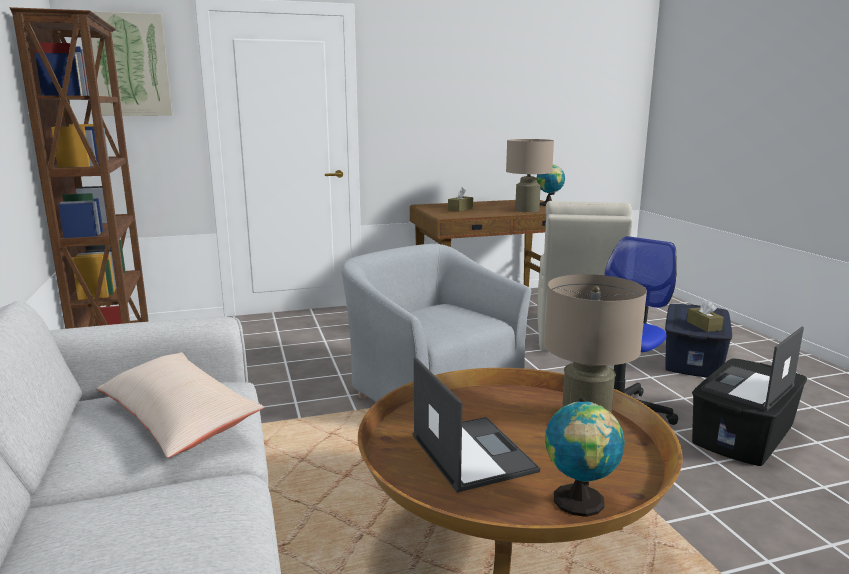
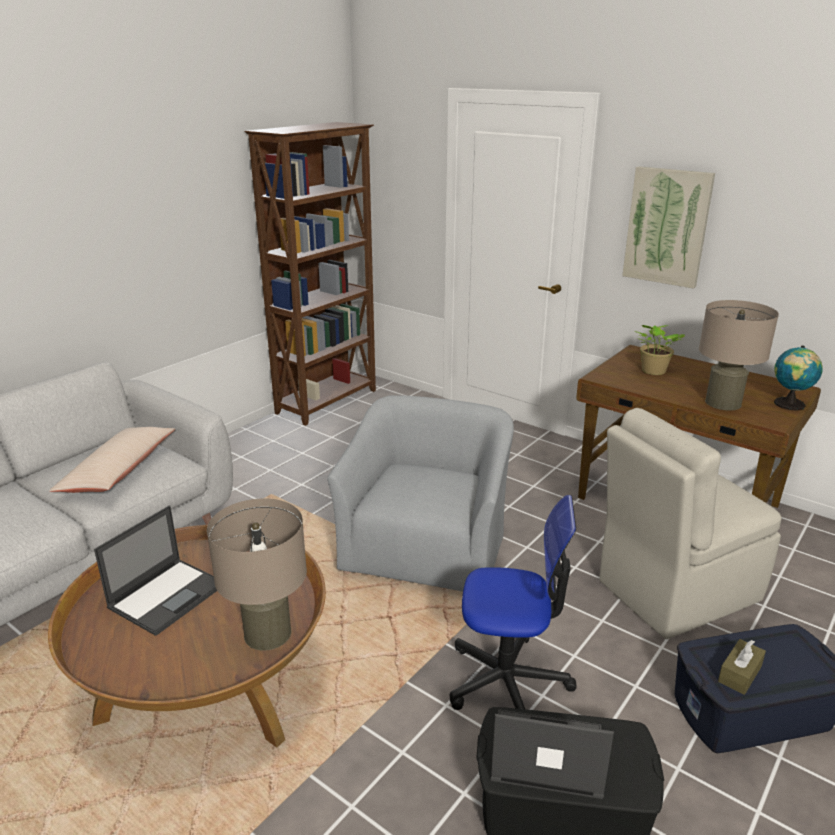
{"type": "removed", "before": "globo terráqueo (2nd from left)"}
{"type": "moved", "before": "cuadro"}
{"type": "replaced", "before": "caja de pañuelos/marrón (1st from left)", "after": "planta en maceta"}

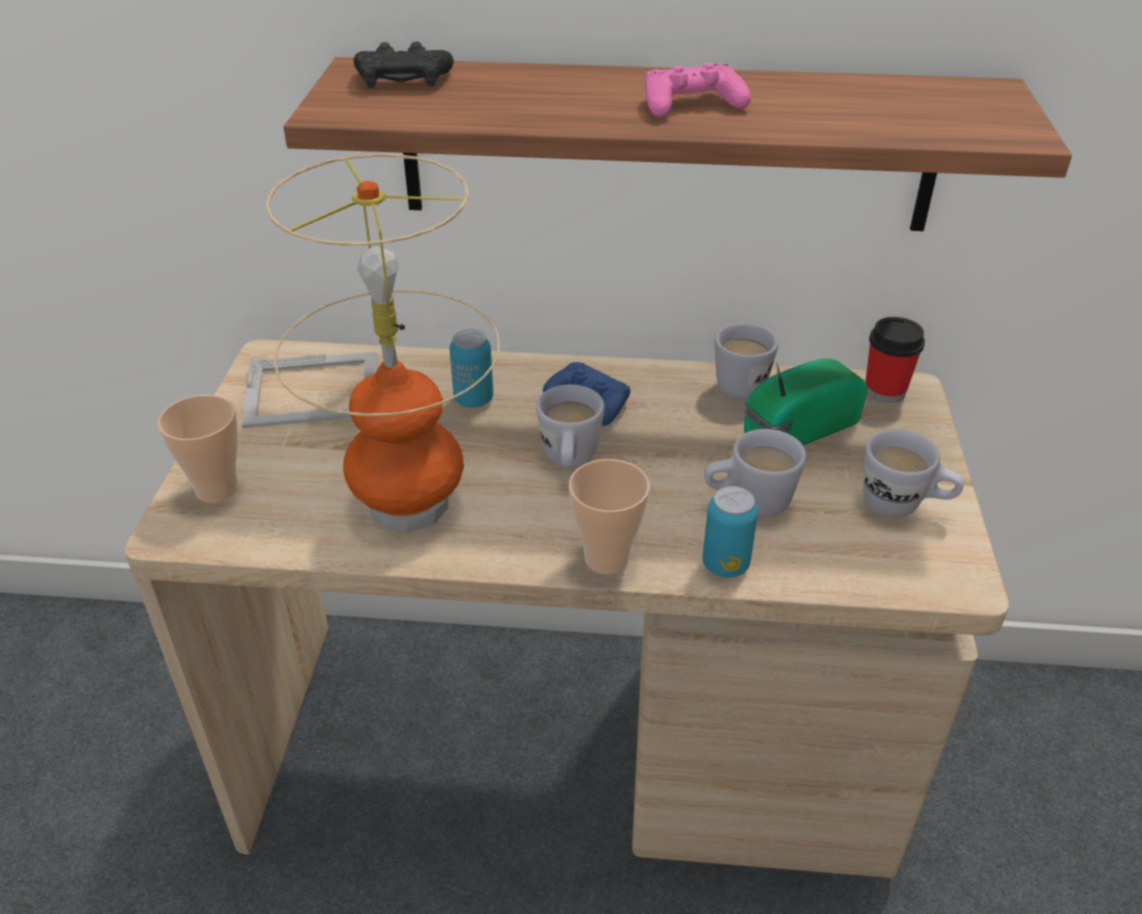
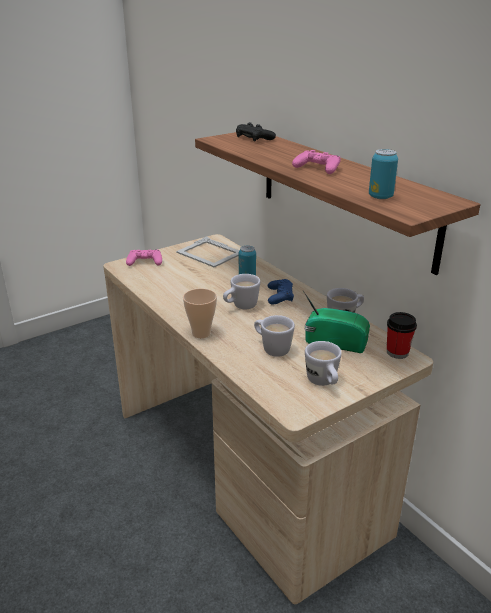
{"type": "removed", "before": "lámpara de mesa"}
{"type": "moved", "before": "lata (2nd from left)"}
{"type": "replaced", "before": "taza (1st from left)", "after": "mando de consola/rosa (1st from left)"}

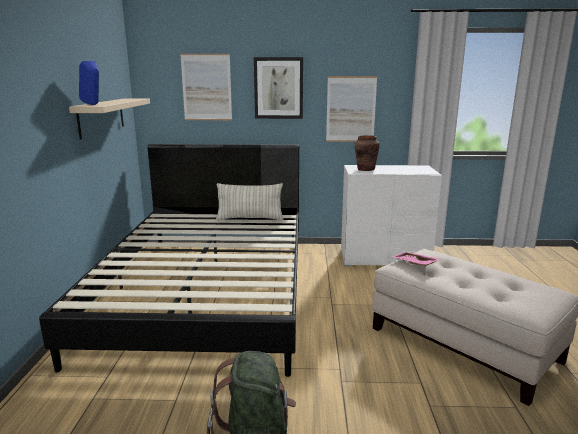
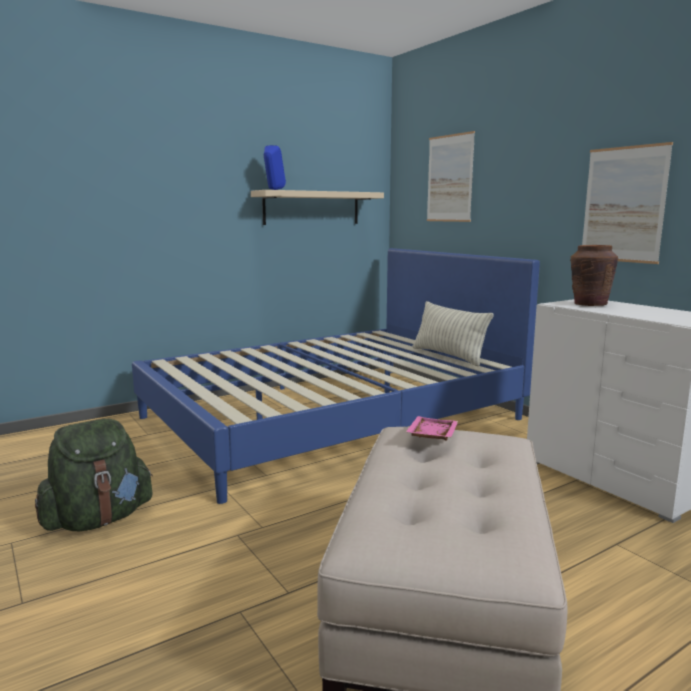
{"type": "removed", "before": "cuadro (2nd from left)"}
{"type": "recoloured", "before": "cama/negro", "after": "cama/azul"}

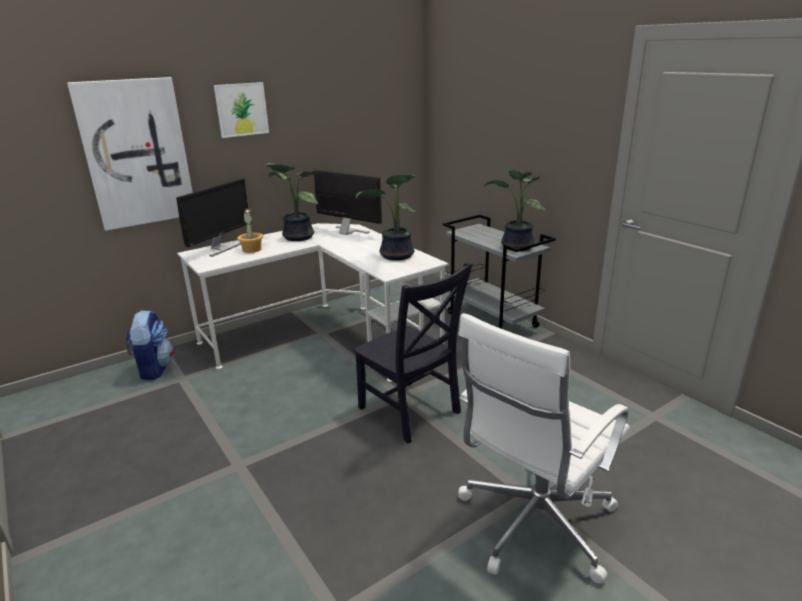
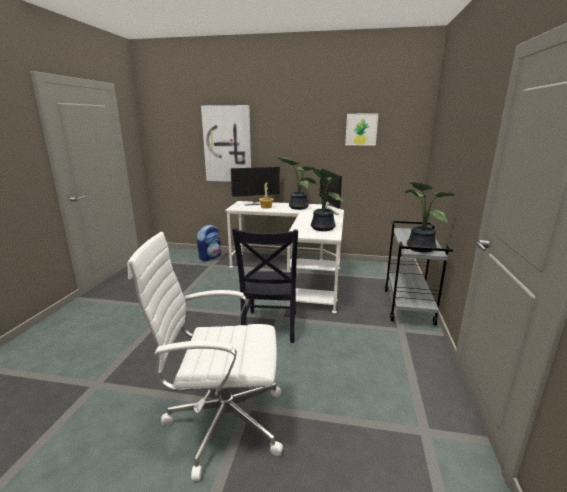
{"type": "moved", "before": "cuadro (2nd from left)"}

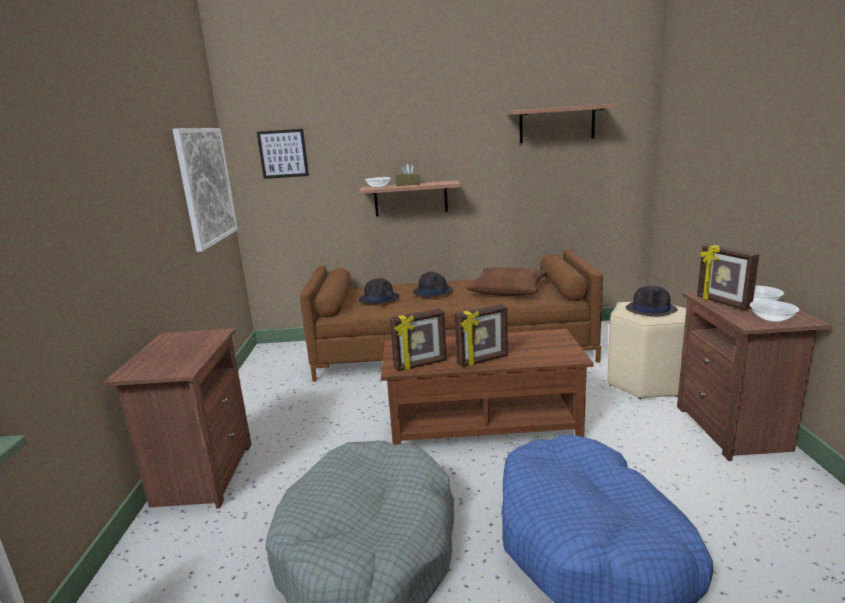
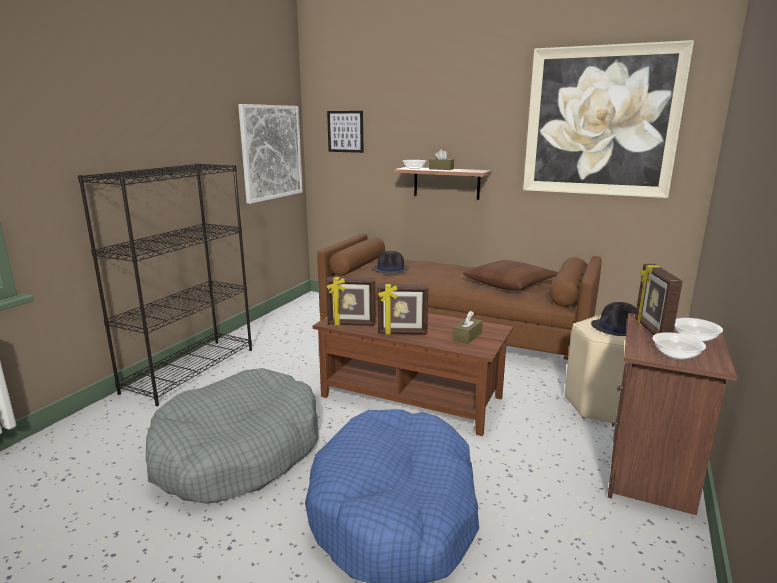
{"type": "removed", "before": "sombrero/negro (2nd from left)"}
{"type": "added", "after": "caja de pañuelos/marrón (2nd from left)"}
{"type": "replaced", "before": "mesita de noche/marrón (1st from left)", "after": "estantería/negro"}
{"type": "replaced", "before": "estante (2nd from left)", "after": "cuadro (3rd from left)"}

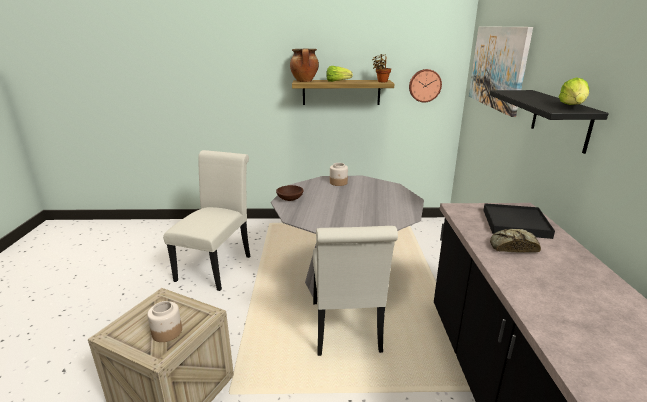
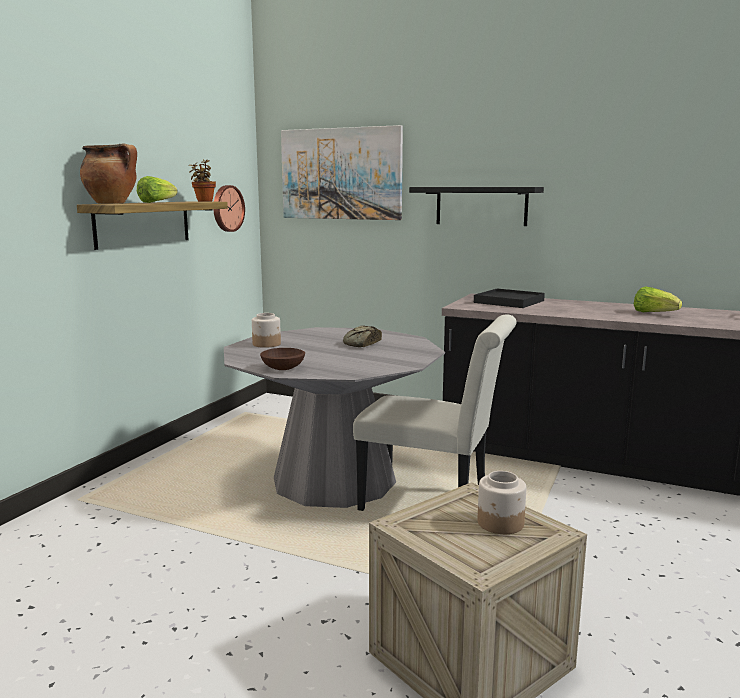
{"type": "removed", "before": "silla/blanco (1st from left)"}
{"type": "moved", "before": "pan"}
{"type": "moved", "before": "lechuga (2nd from left)"}

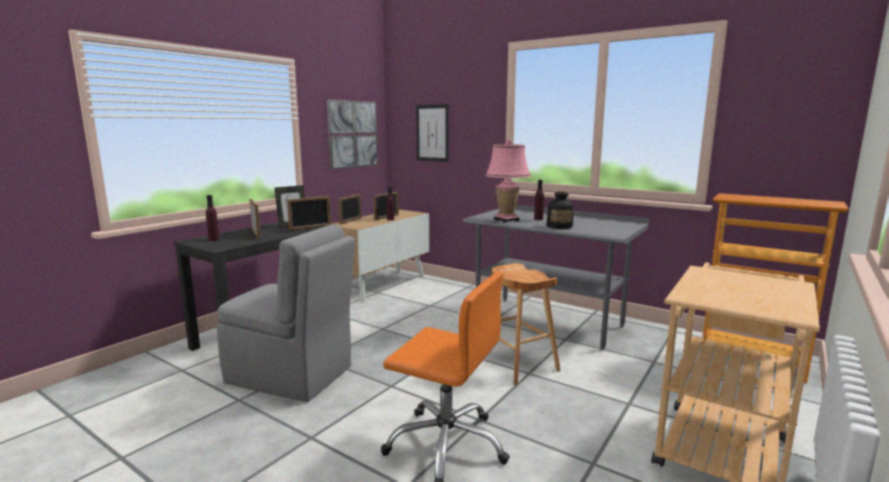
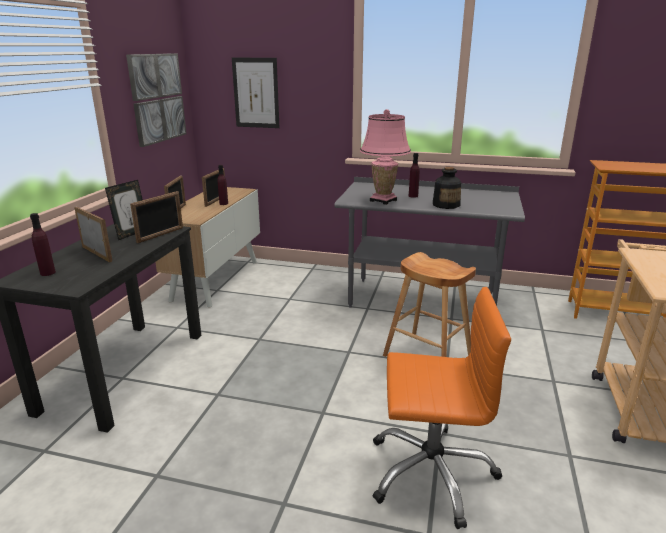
{"type": "removed", "before": "silla/gris"}

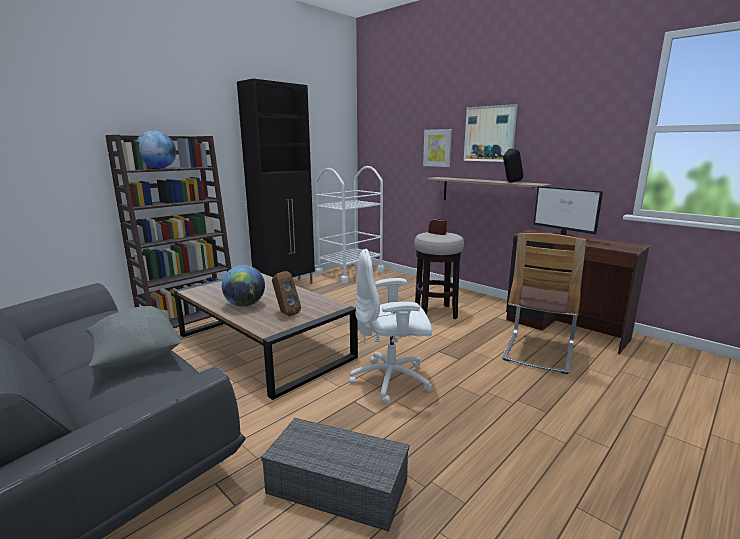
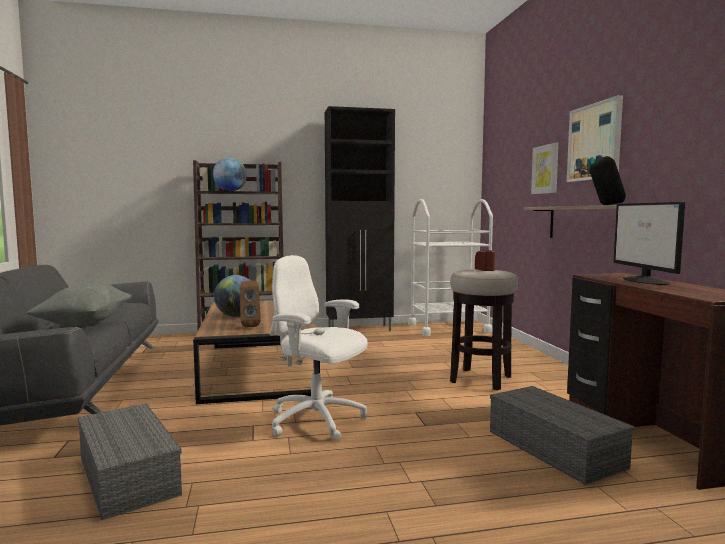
{"type": "replaced", "before": "silla", "after": "caja de almacenaje/gris (2nd from left)"}

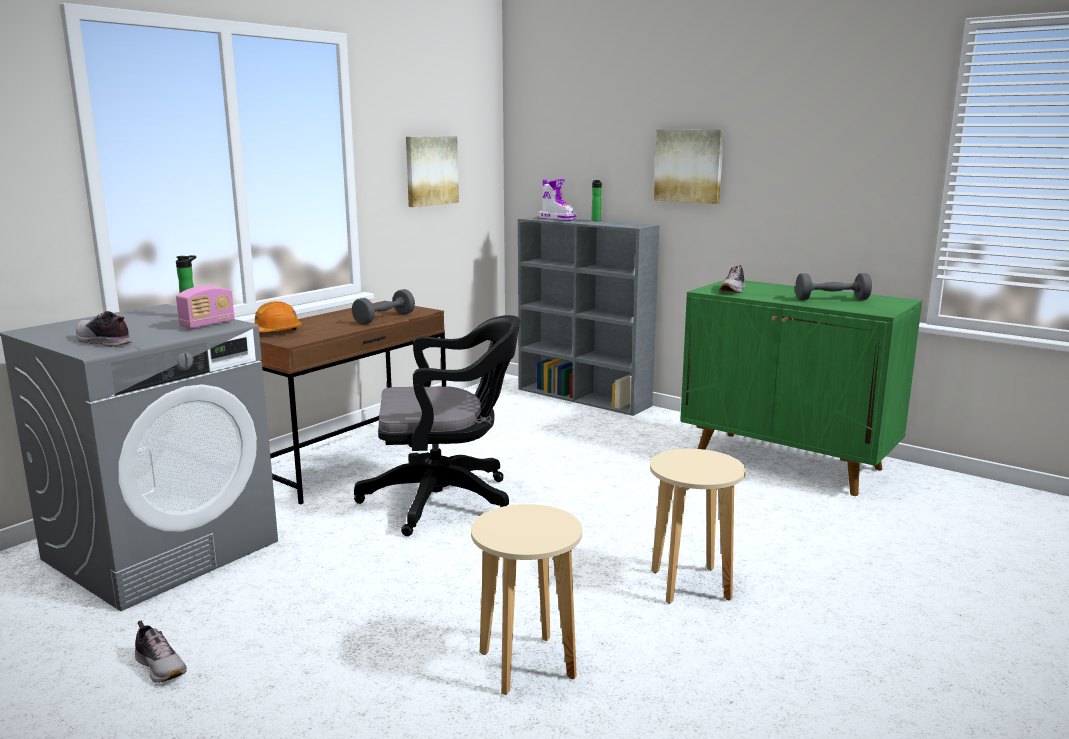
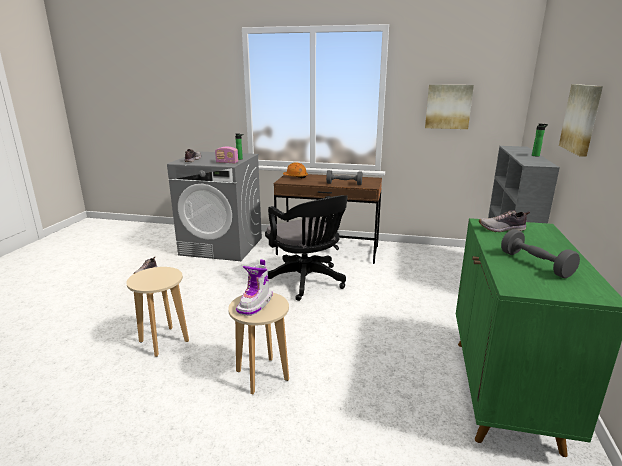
{"type": "moved", "before": "bota"}

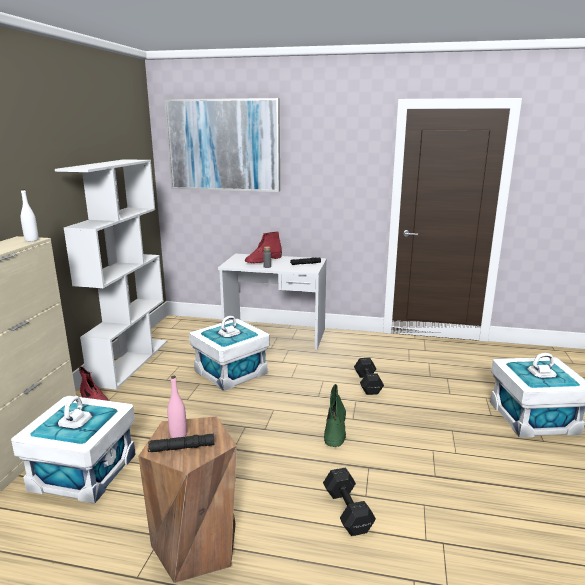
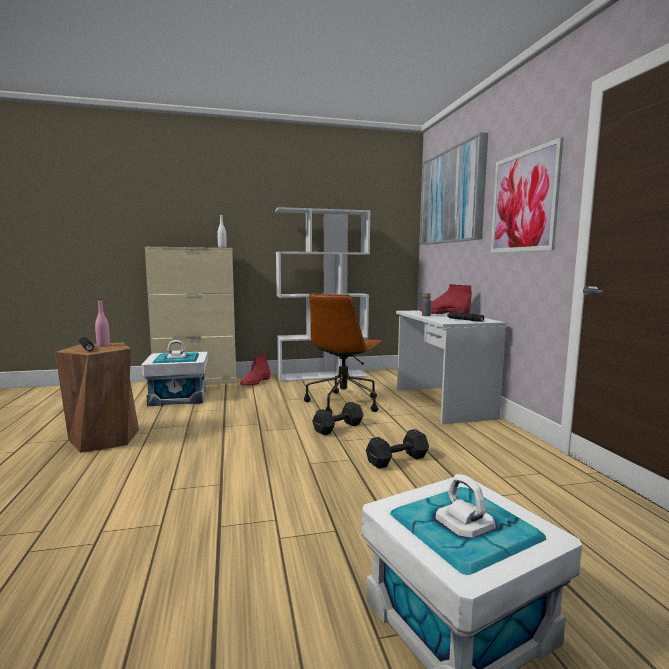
{"type": "removed", "before": "bota/verde"}
{"type": "added", "after": "cuadro (2nd from left)"}
{"type": "moved", "before": "mancuerna/negro (1st from left)"}
{"type": "replaced", "before": "caja de almacenaje/blanco (2nd from left)", "after": "silla de oficina/marrón"}

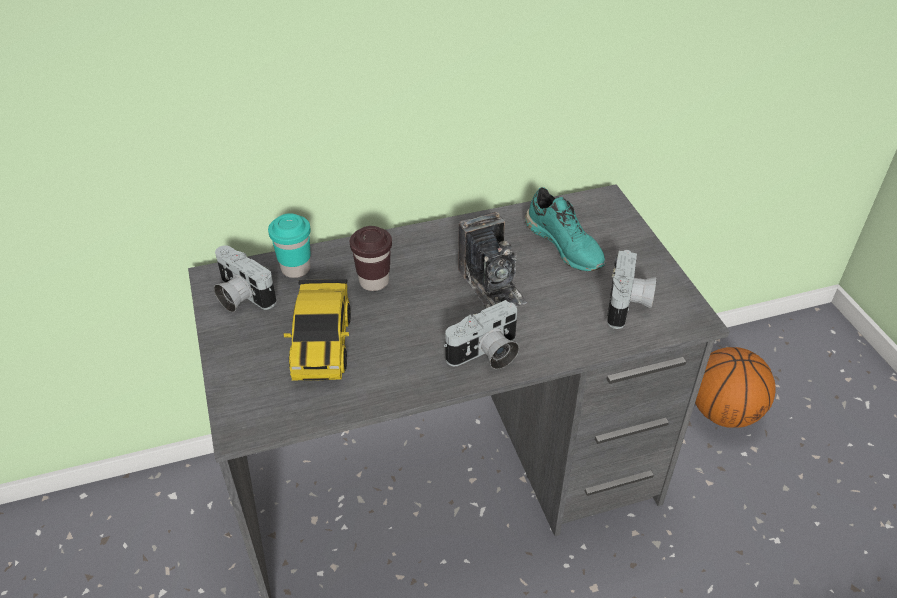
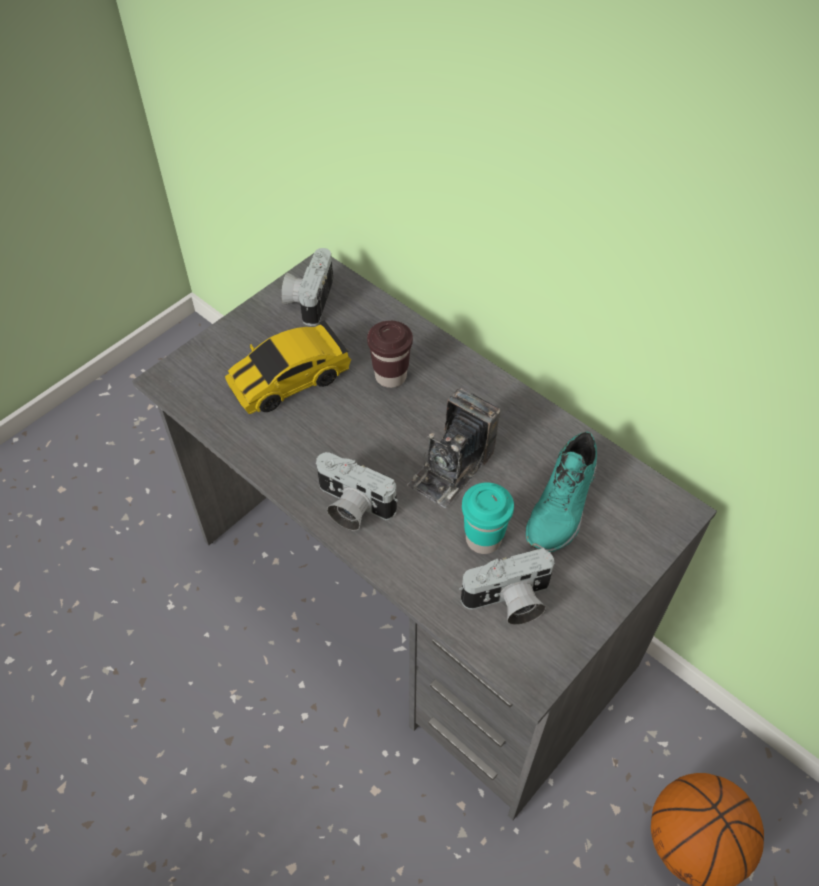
{"type": "moved", "before": "taza/turquesa"}

